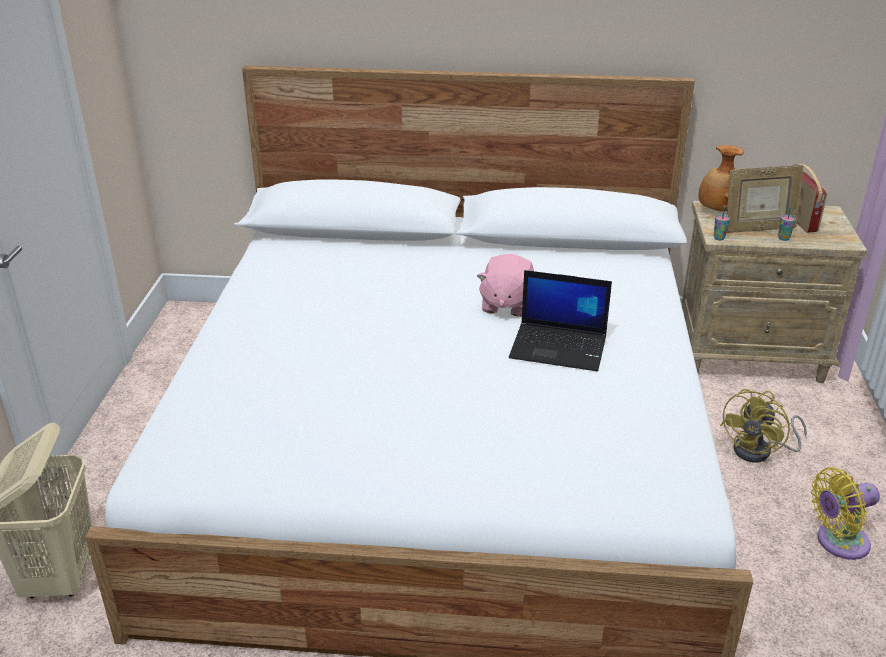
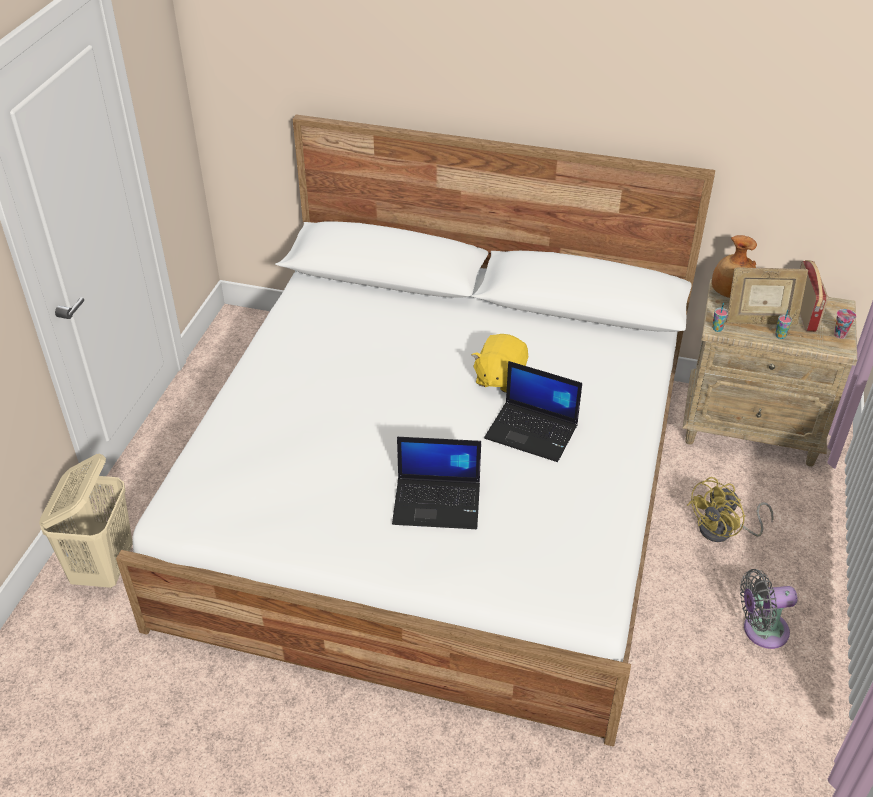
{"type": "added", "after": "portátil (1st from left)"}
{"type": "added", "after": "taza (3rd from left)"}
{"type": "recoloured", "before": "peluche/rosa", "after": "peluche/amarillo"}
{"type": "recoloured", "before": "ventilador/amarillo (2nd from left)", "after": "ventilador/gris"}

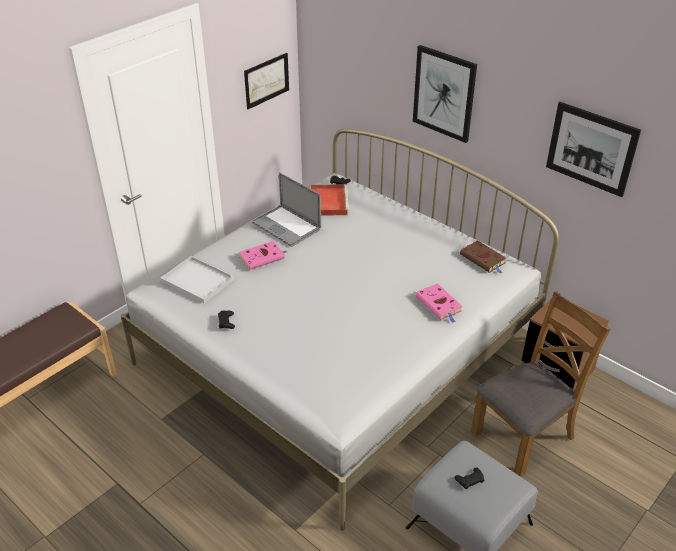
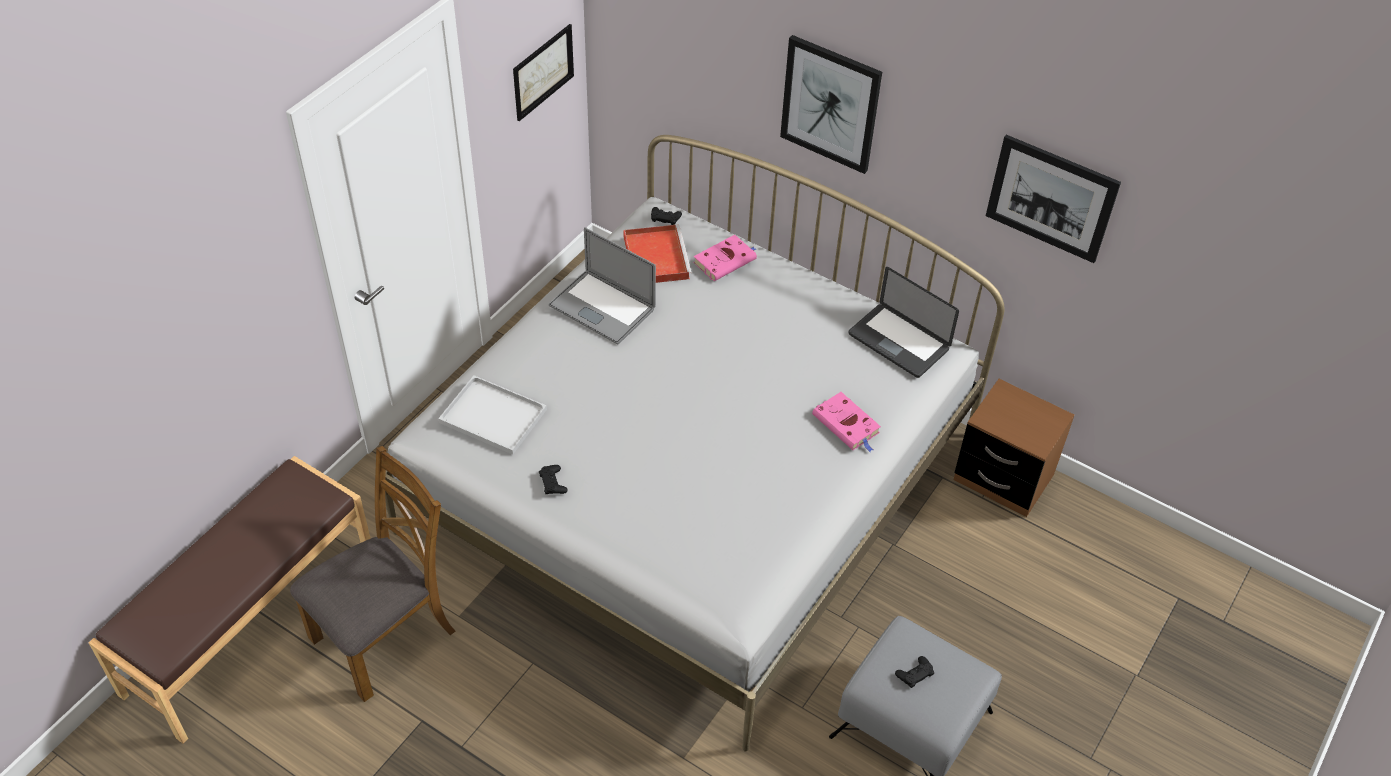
{"type": "moved", "before": "libro/rosa (1st from left)"}
{"type": "moved", "before": "silla/marrón"}
{"type": "replaced", "before": "libro/marrón", "after": "portátil (2nd from left)"}

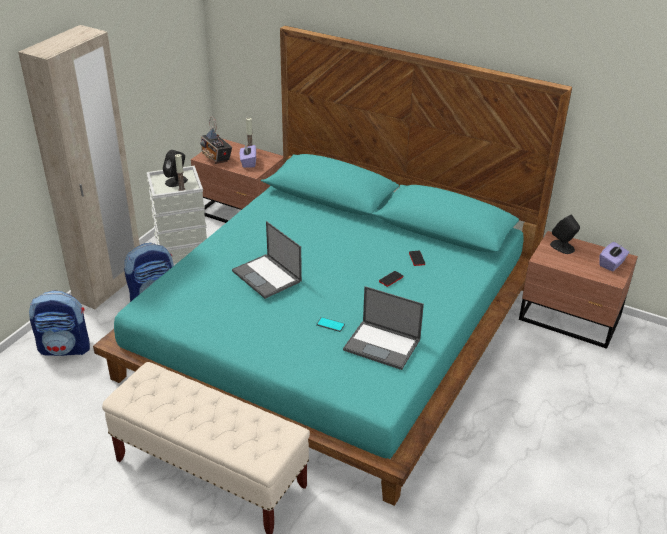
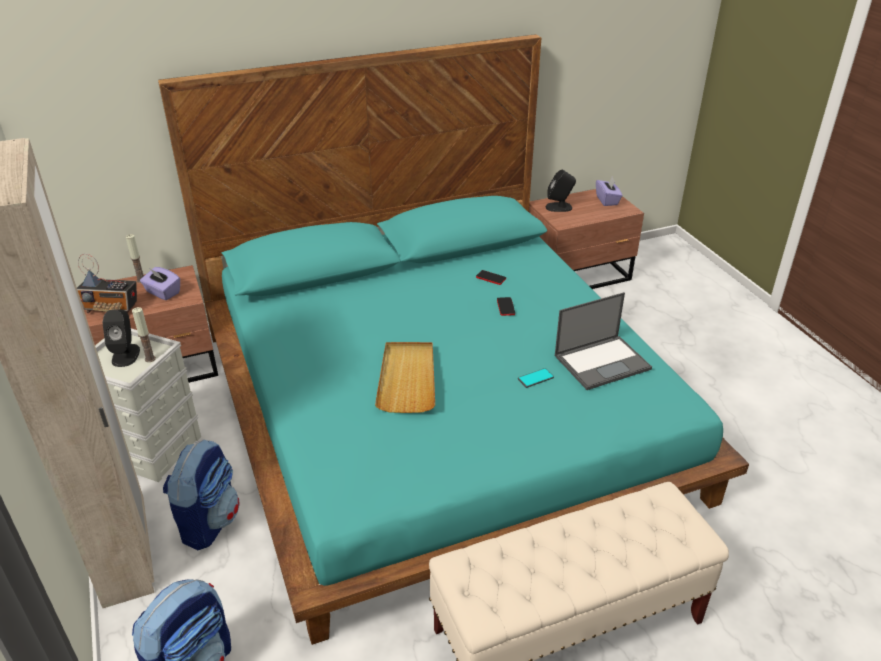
{"type": "replaced", "before": "portátil (1st from left)", "after": "bandeja/beis"}

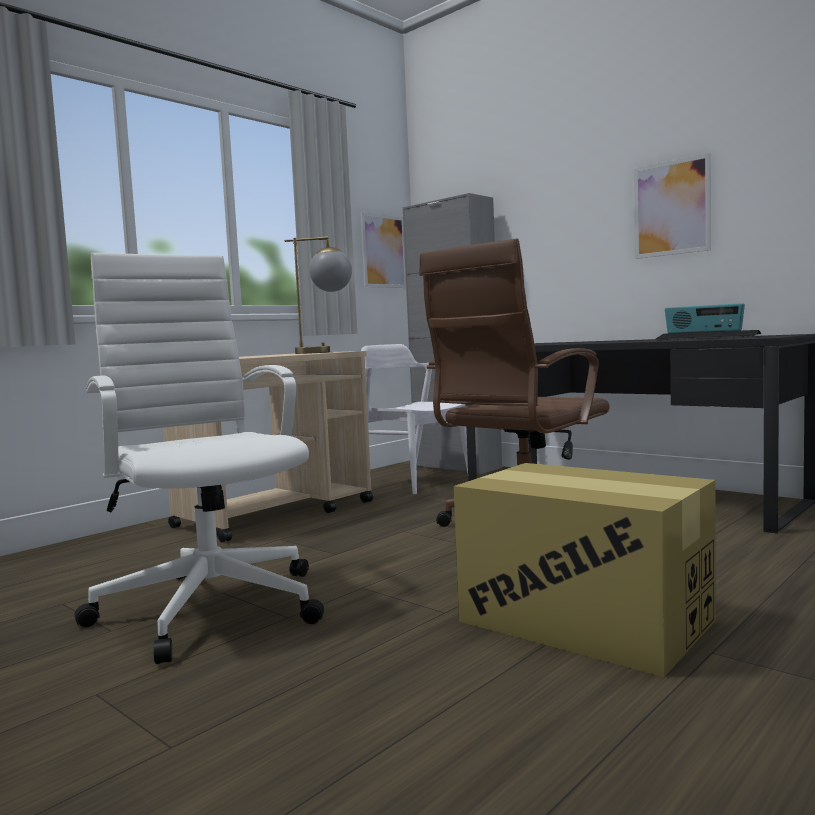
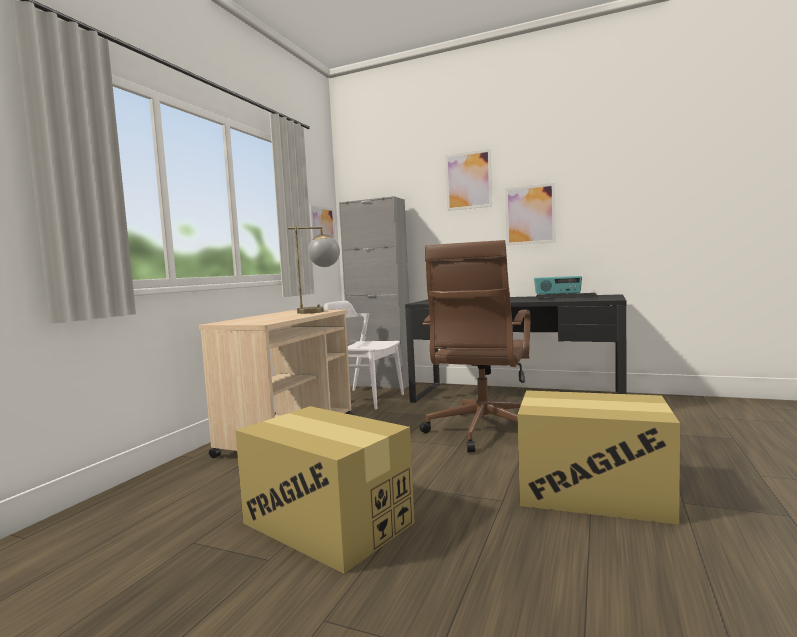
{"type": "added", "after": "cuadro (2nd from left)"}
{"type": "replaced", "before": "silla de oficina/blanco", "after": "caja de cartón (1st from left)"}

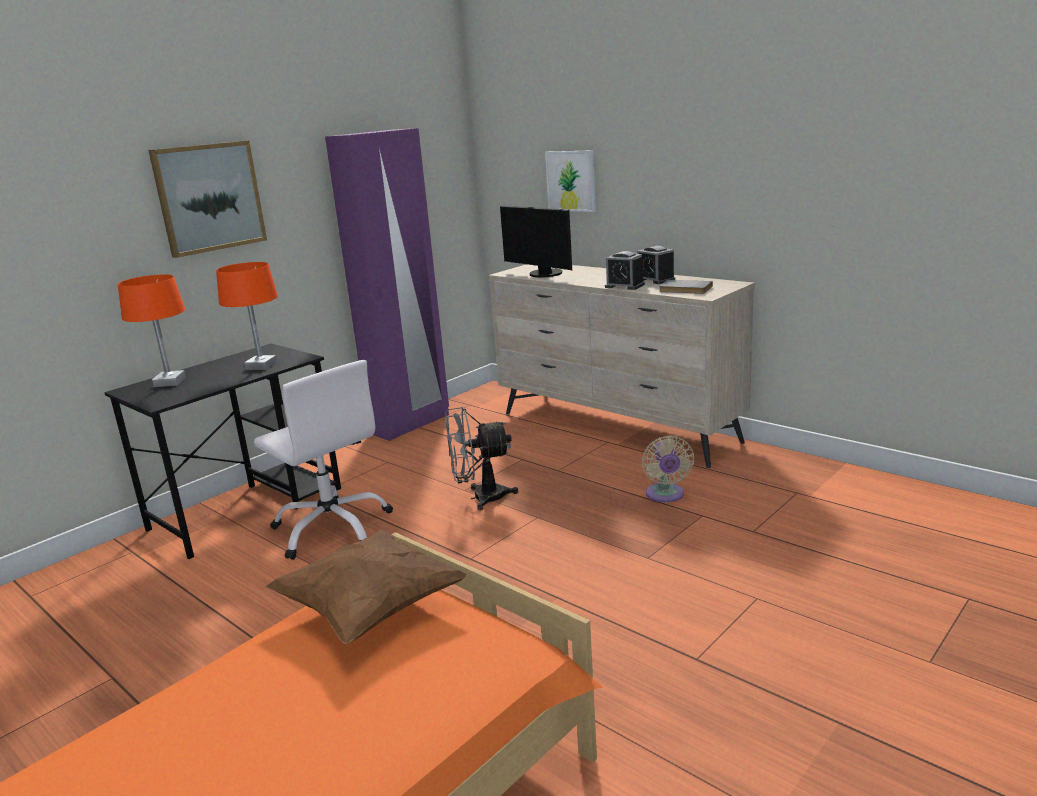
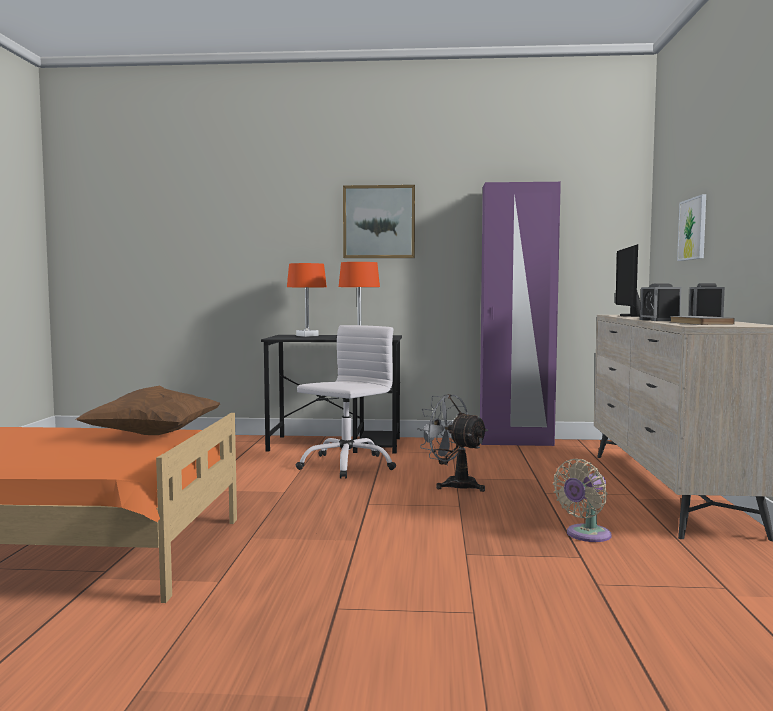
{"type": "turned", "before": "silla de oficina/blanco", "turn": -150}

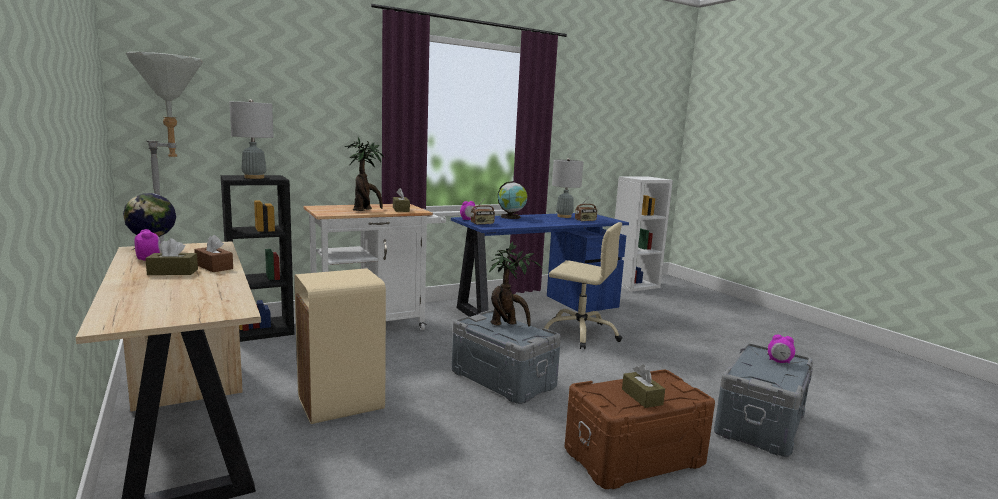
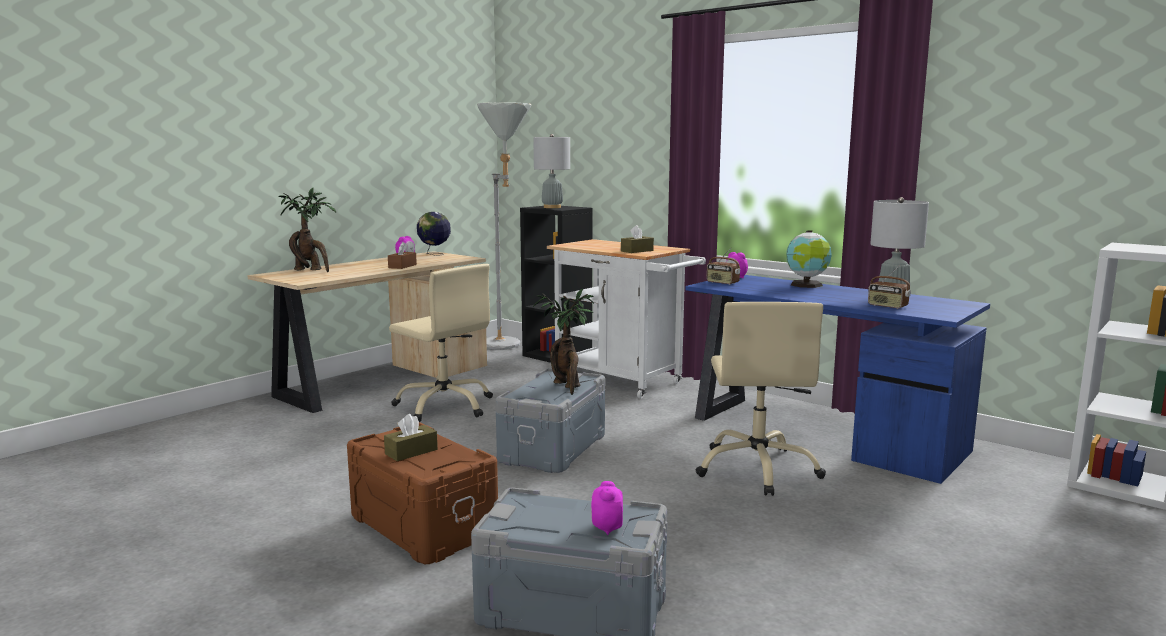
{"type": "removed", "before": "caja de pañuelos/marrón (1st from left)"}
{"type": "moved", "before": "planta en maceta (1st from left)"}
{"type": "replaced", "before": "papelera/beis", "after": "silla de oficina/beis (1st from left)"}

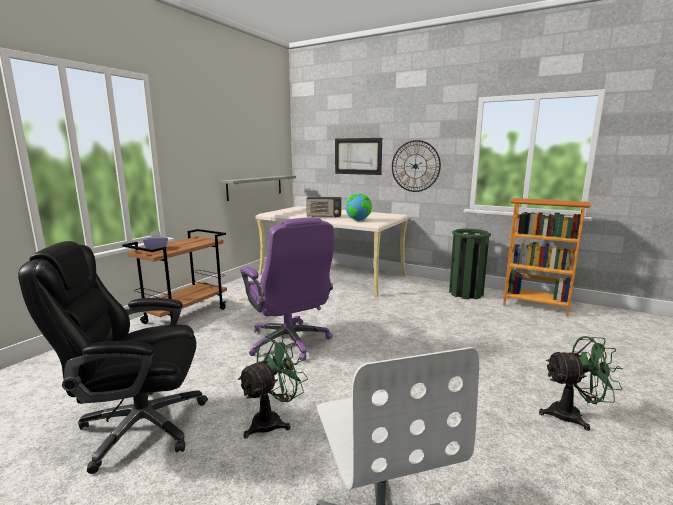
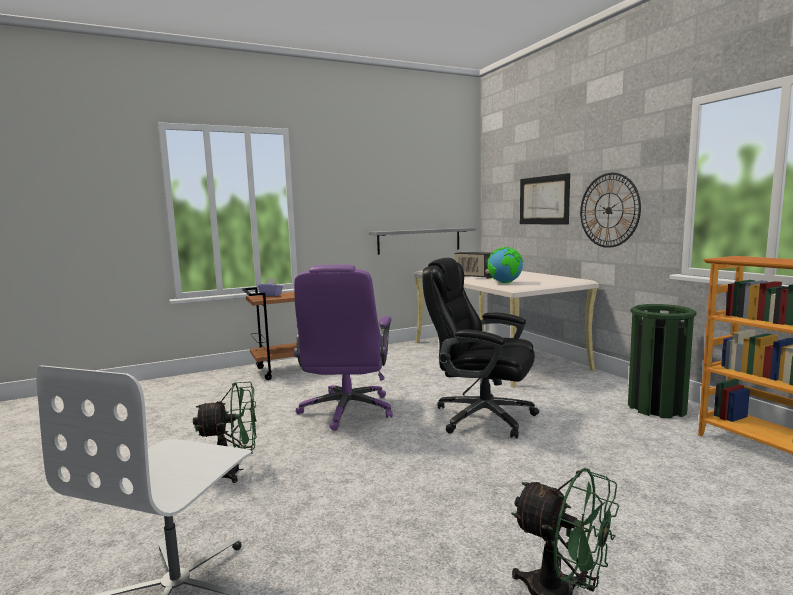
{"type": "moved", "before": "silla de oficina/negro"}

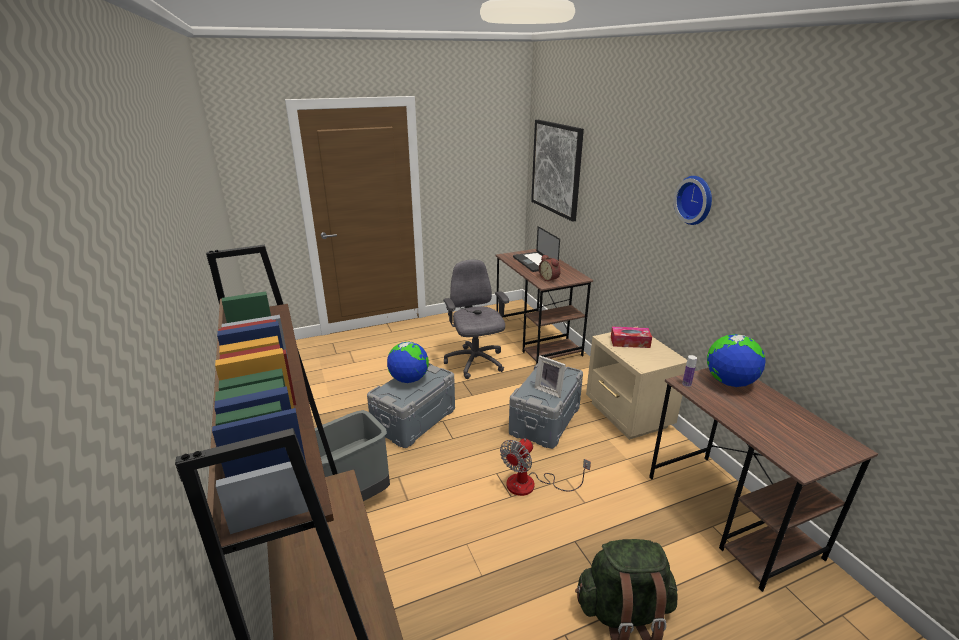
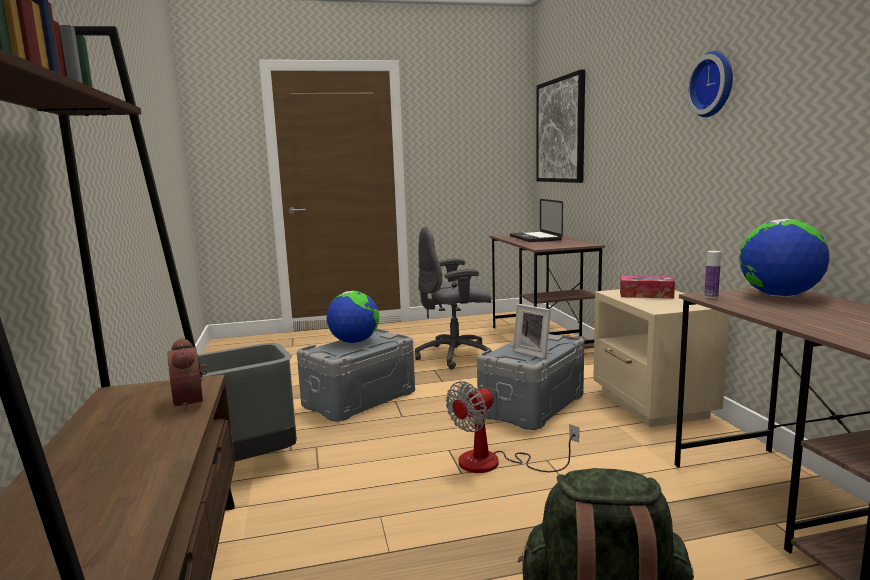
{"type": "moved", "before": "despertador"}
{"type": "turned", "before": "silla de oficina/gris", "turn": -90}

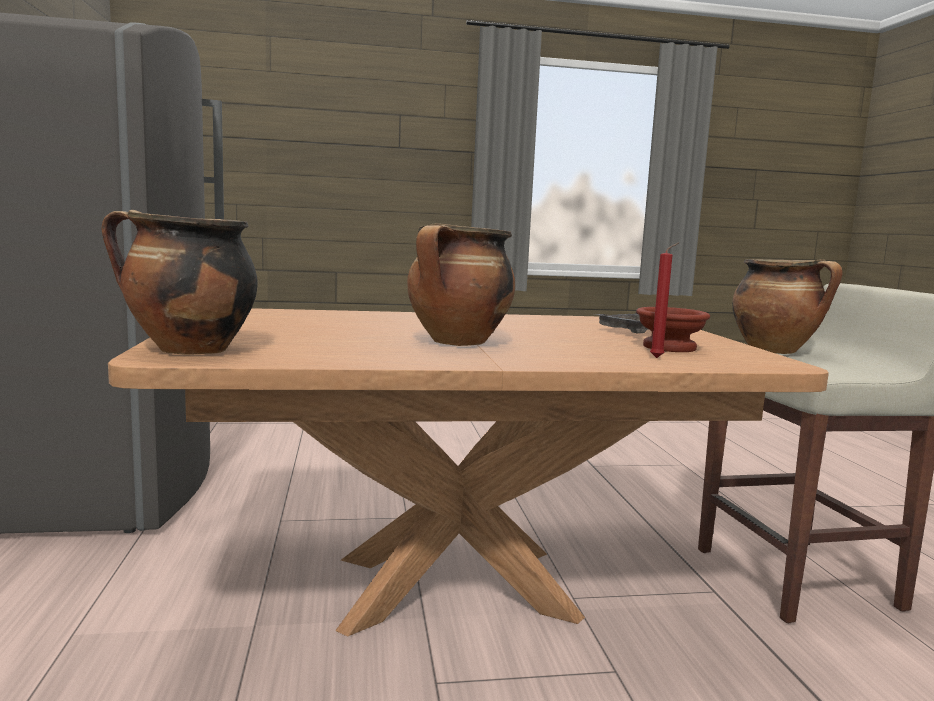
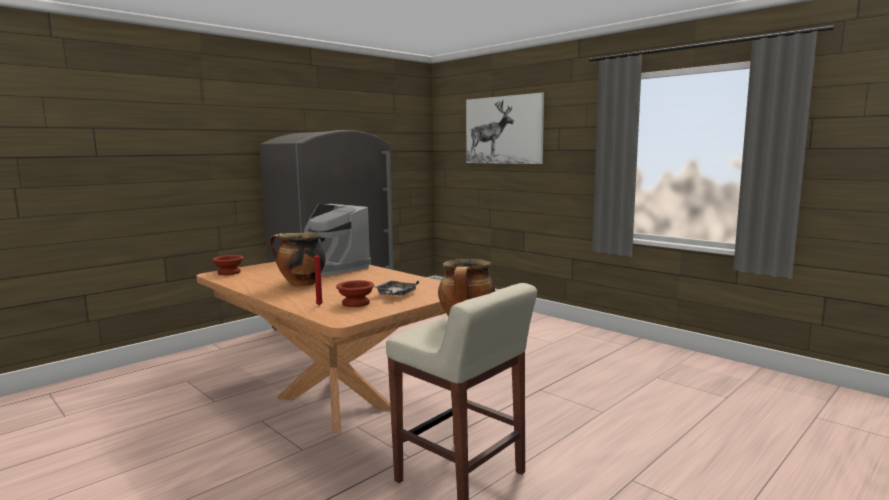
{"type": "added", "after": "cafetera"}
{"type": "added", "after": "cuadro"}
{"type": "replaced", "before": "olla (1st from left)", "after": "cuenco/marrón (1st from left)"}

